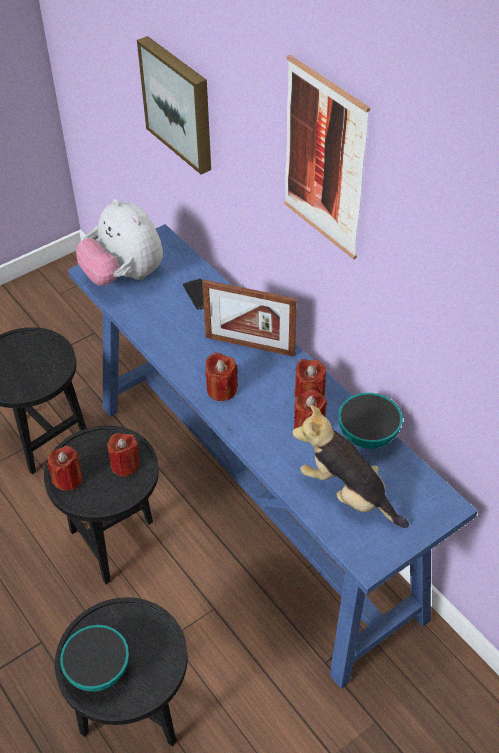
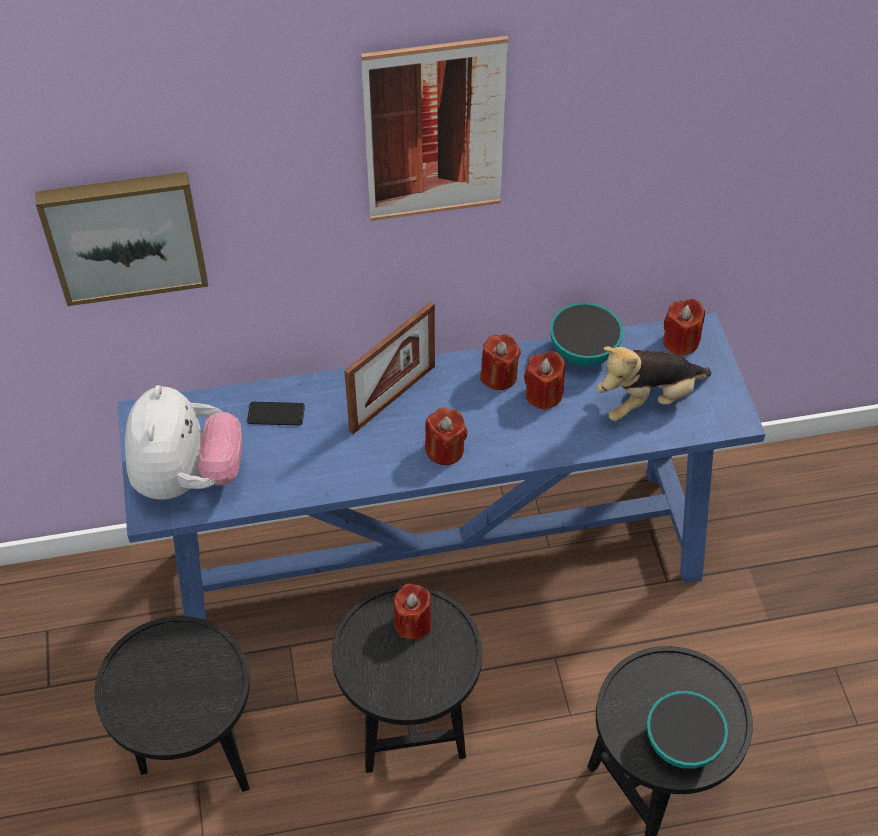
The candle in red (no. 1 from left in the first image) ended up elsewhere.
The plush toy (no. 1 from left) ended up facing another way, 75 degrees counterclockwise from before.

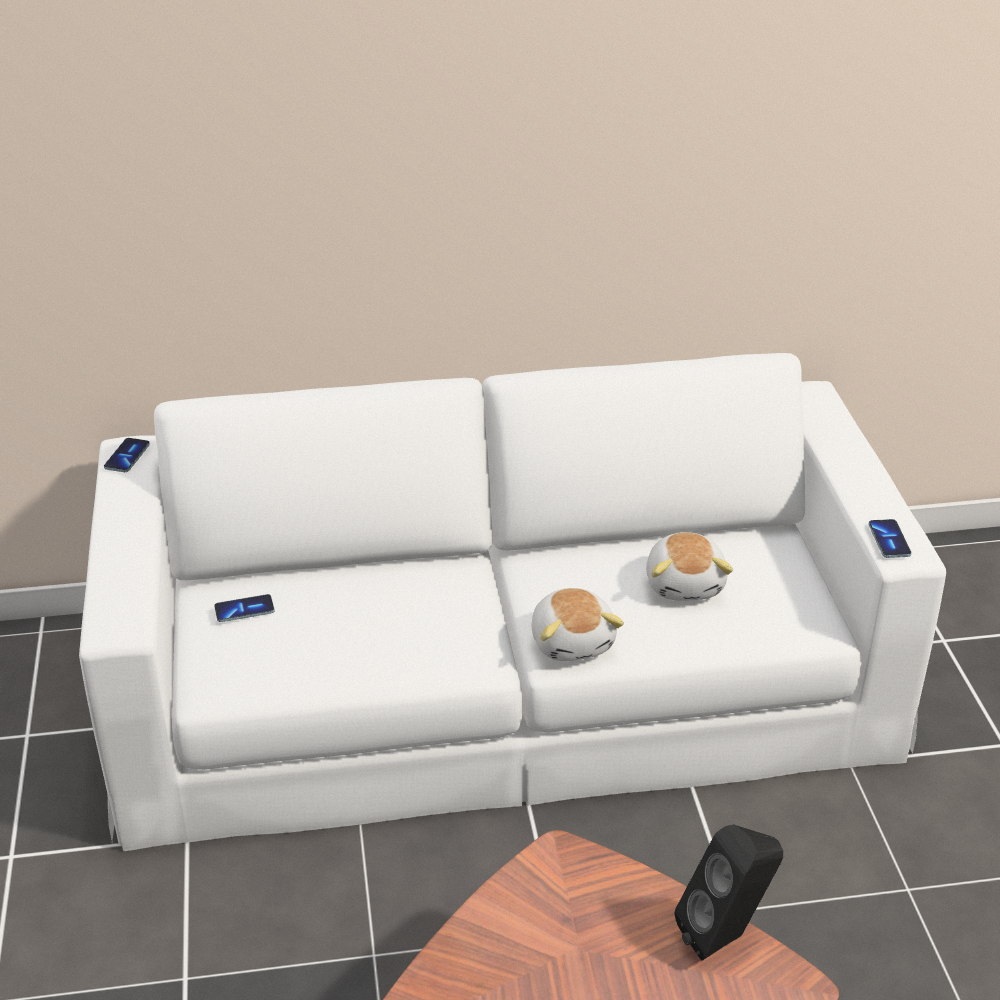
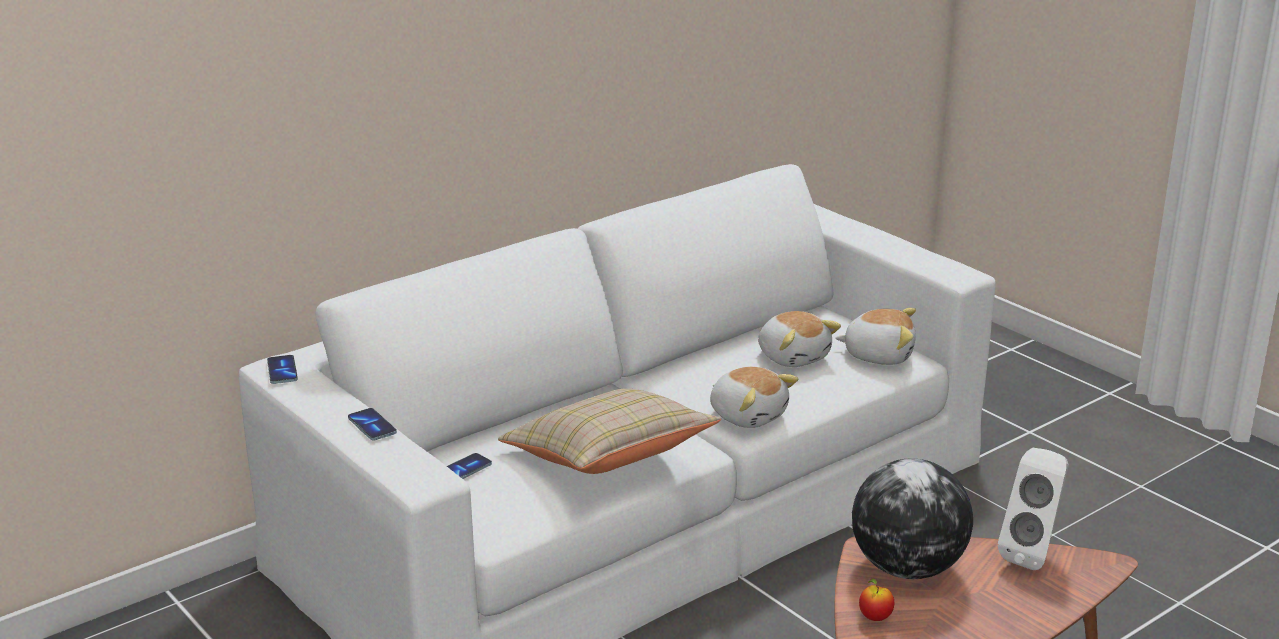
The second view gained the pillow in beige.
The second view gained the plush toy (no. 3 from left).
The second view gained the globe.
The second view gained the apple.
The phone (no. 3 from left in the first image) ended up elsewhere.
What was the speaker in black turned into the speaker in white.

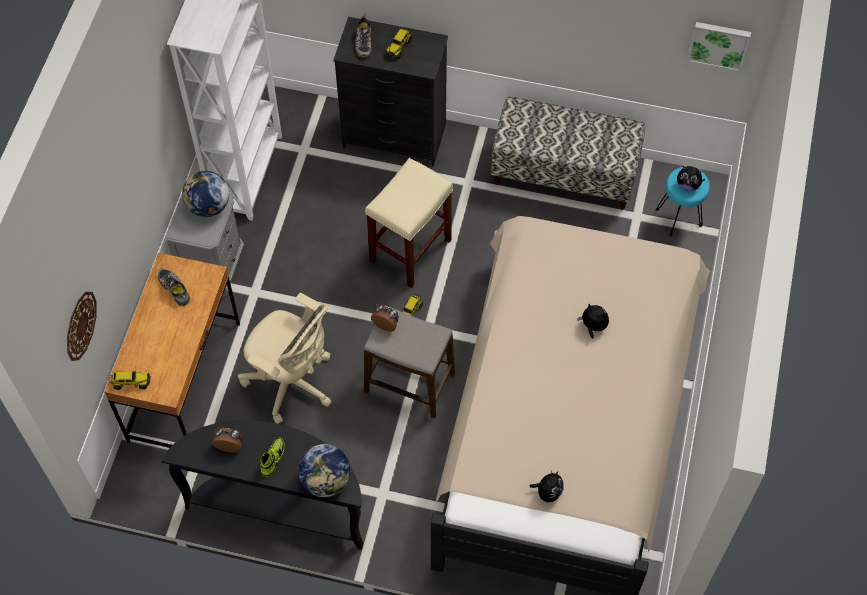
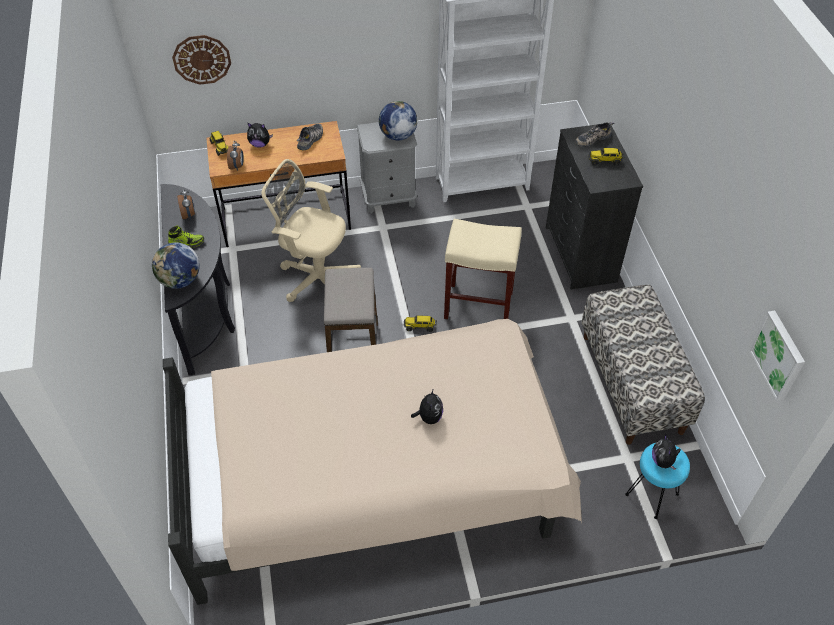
The alarm clock (no. 2 from left) ended up elsewhere.
The plush toy (no. 1 from left) ended up elsewhere.
The office chair in beige ended up facing another way, 105 degrees clockwise from before.

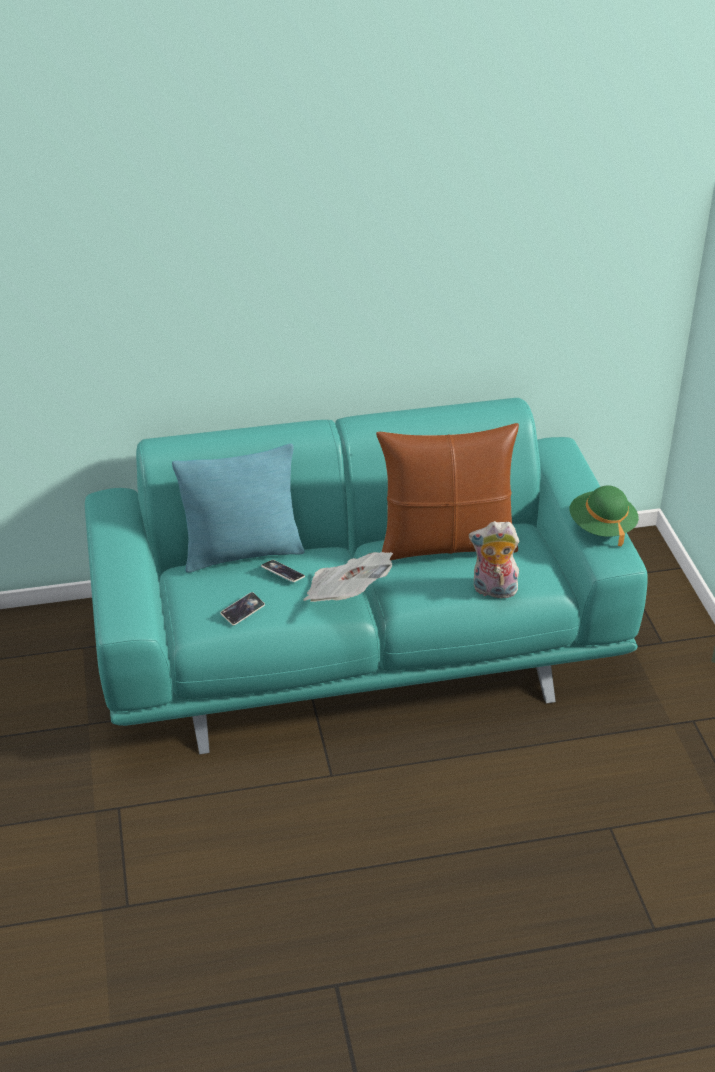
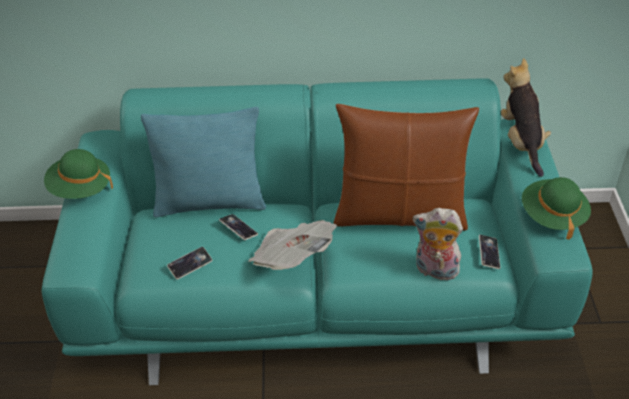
The second view gained the hat in green (no. 1 from left).
The second view gained the phone (no. 3 from left).
The second view gained the plush toy (no. 2 from left).

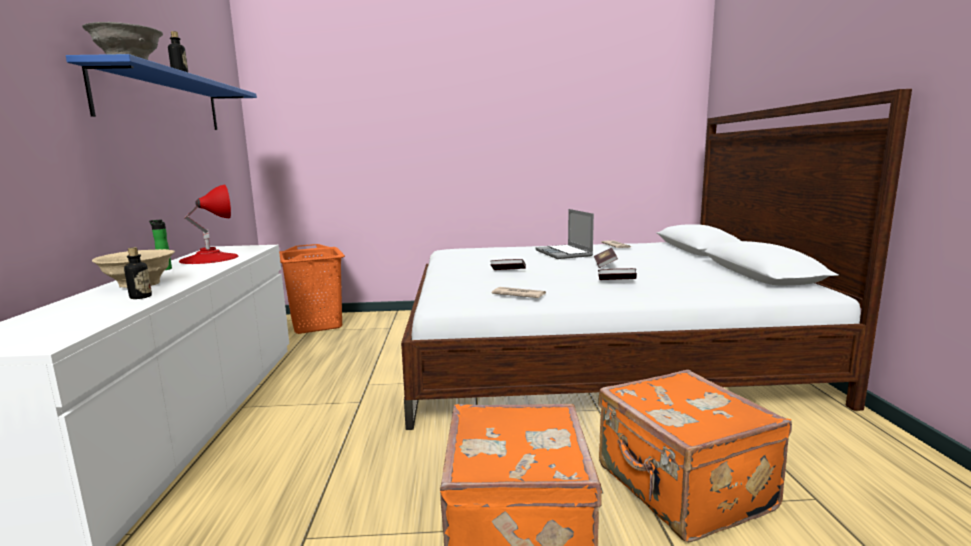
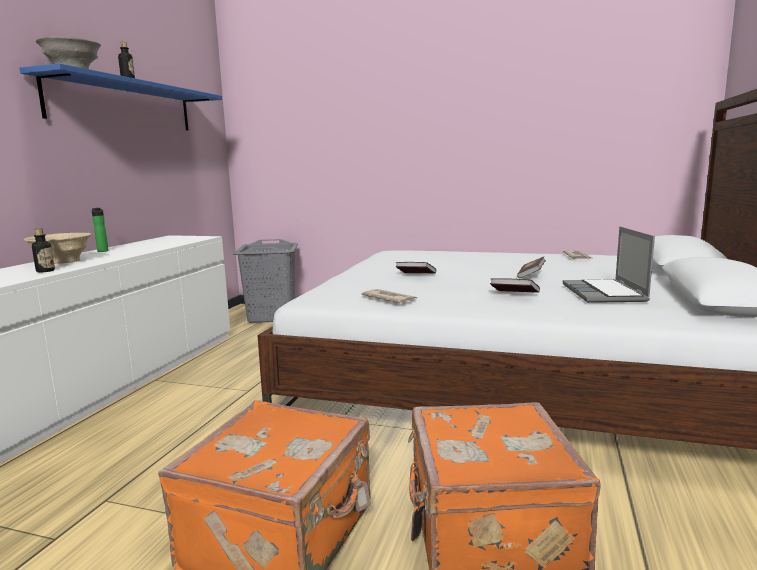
The second view lost the table lamp in red.
The laptop ended up elsewhere.
What was the laundry basket in orange turned into the laundry basket in grey.

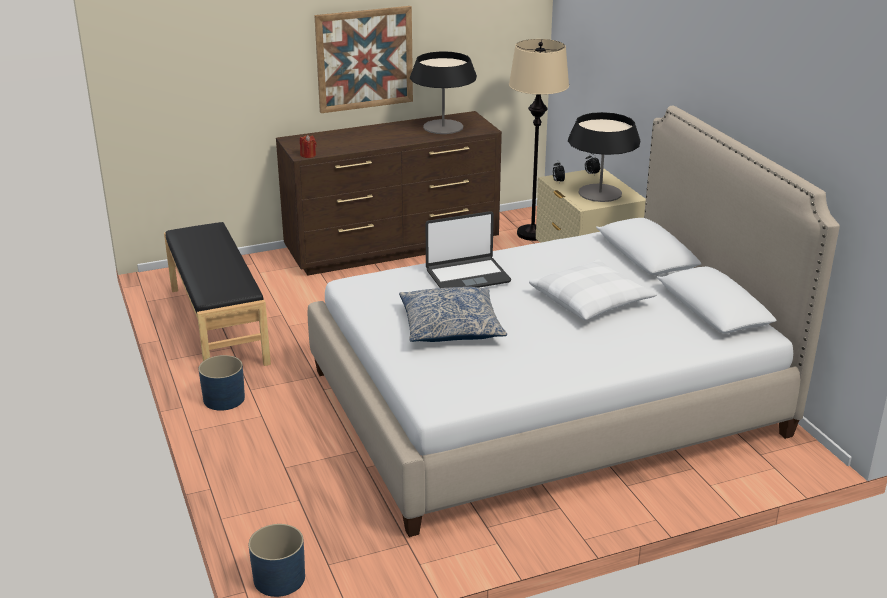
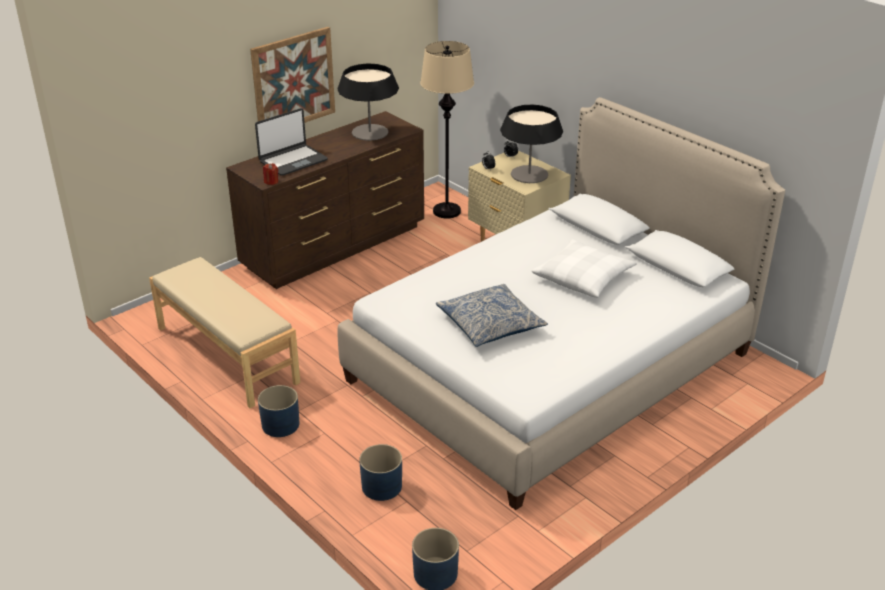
The second view gained the planter in blue (no. 2 from left).
The laptop ended up elsewhere.
What was the bench in black turned into the bench in beige.

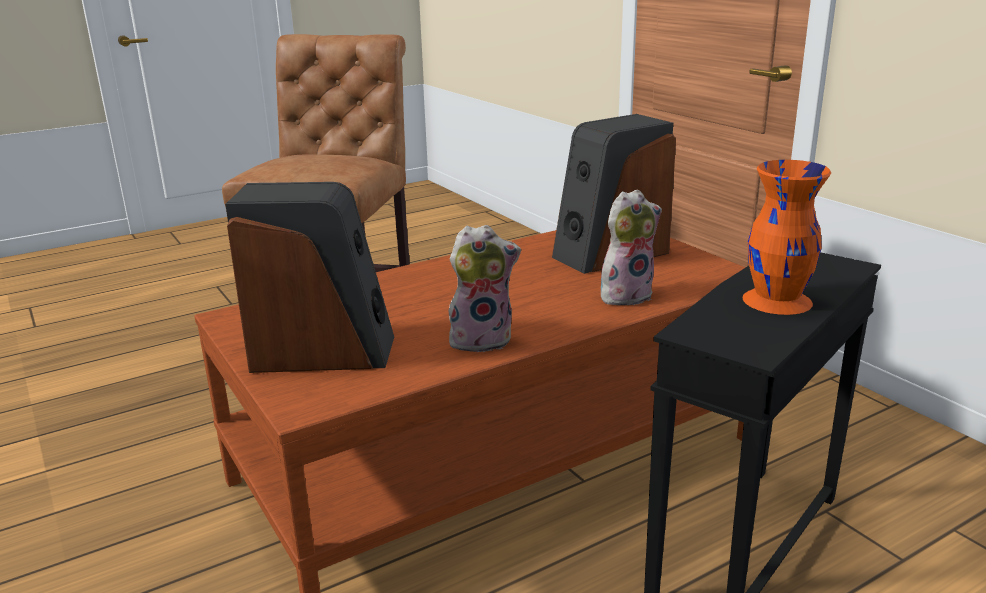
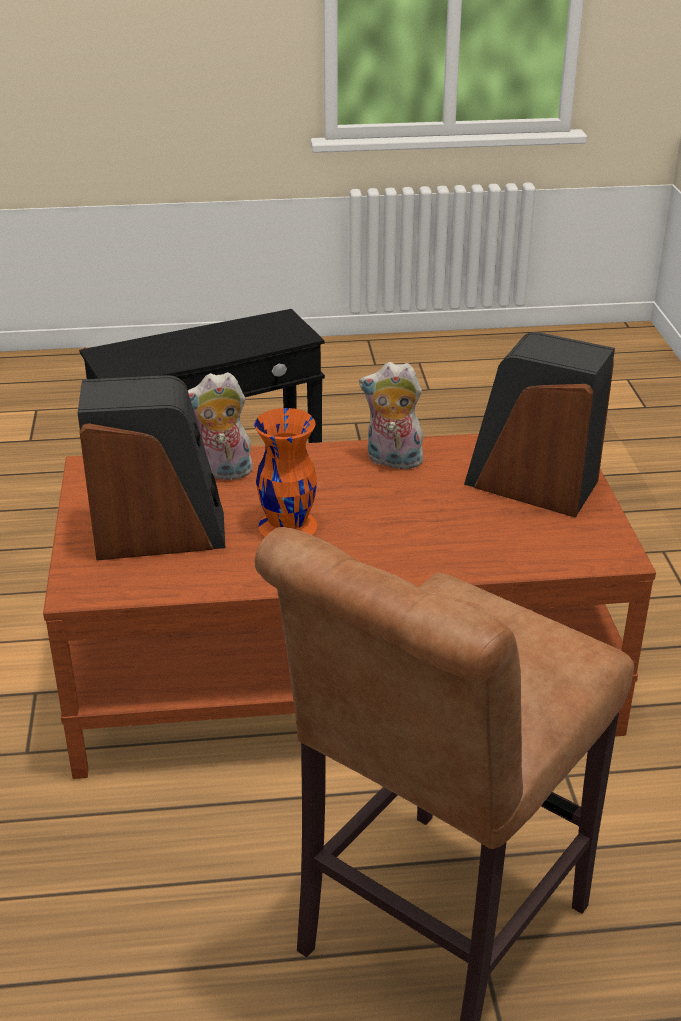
The vase in orange ended up elsewhere.

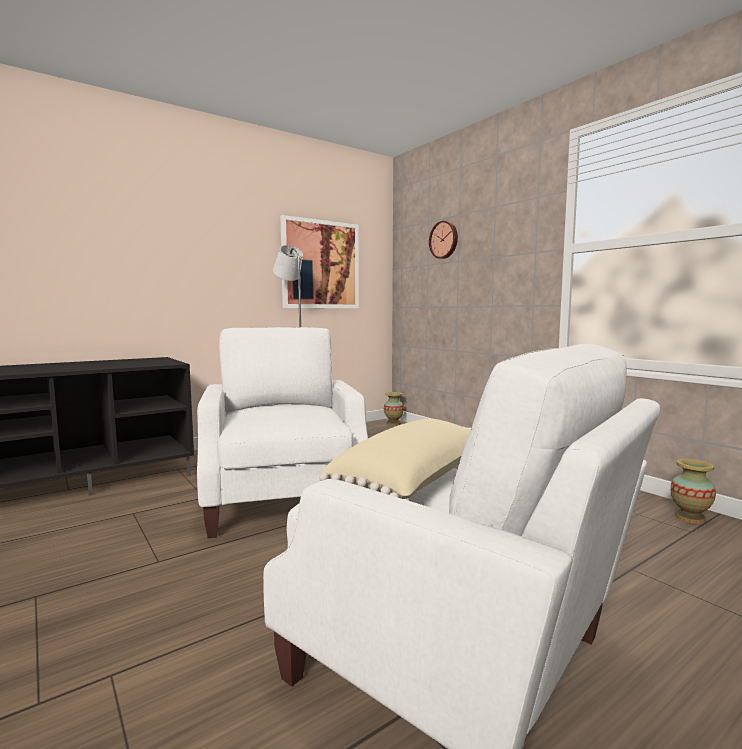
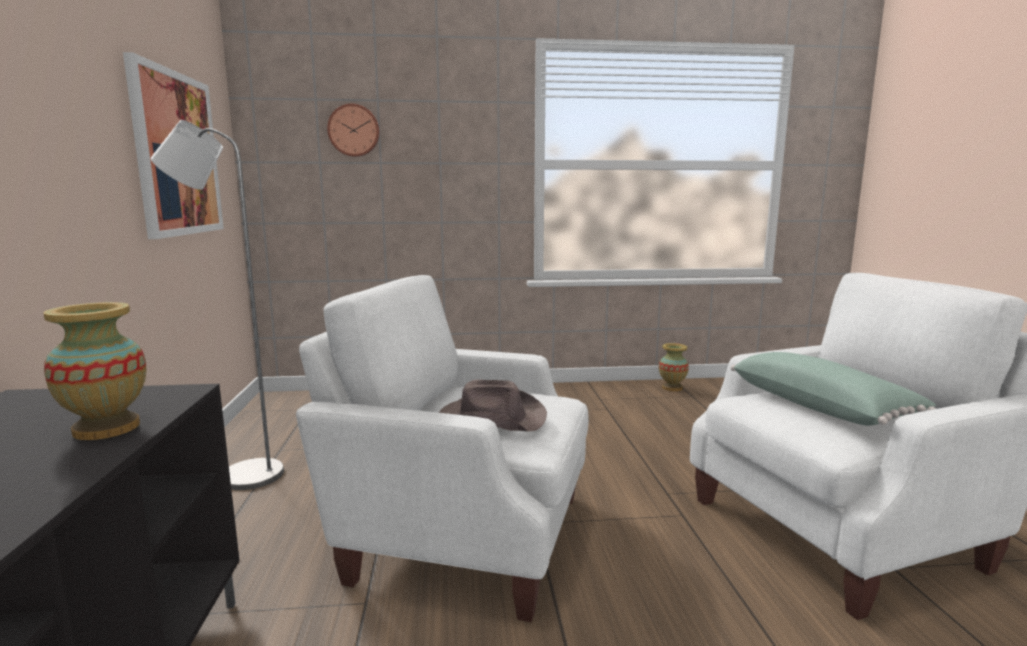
The second view gained the hat in brown.
The vase (no. 1 from left) ended up elsewhere.
What was the pillow in beige turned into the pillow in green.

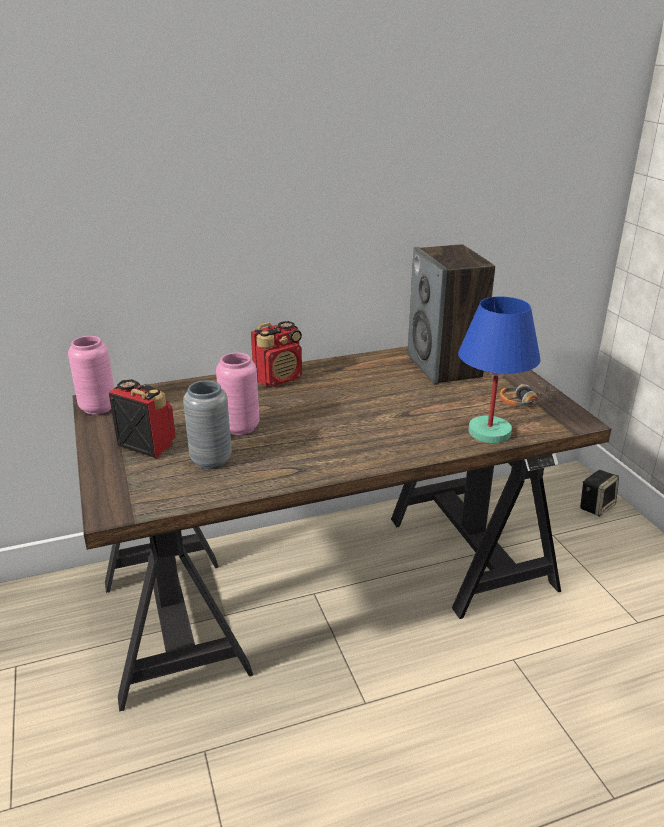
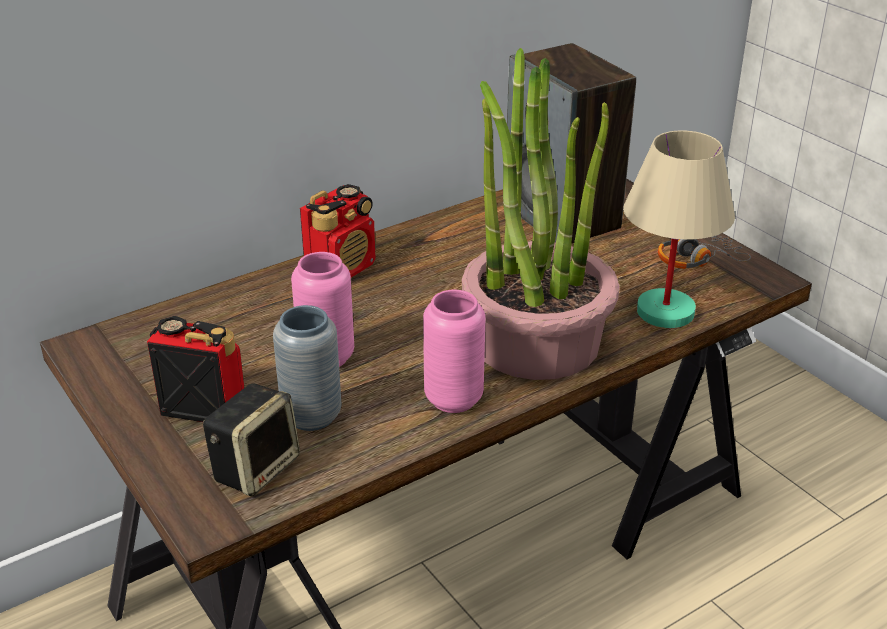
The second view gained the potted plant.
The vase in pink (no. 1 from left in the first image) ended up elsewhere.
The speaker (no. 2 from left in the first image) ended up elsewhere.
What was the table lamp in blue turned into the table lamp in beige.

